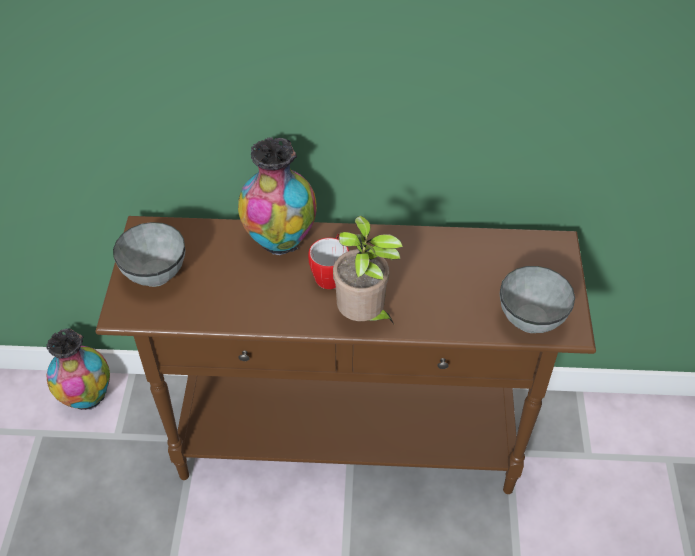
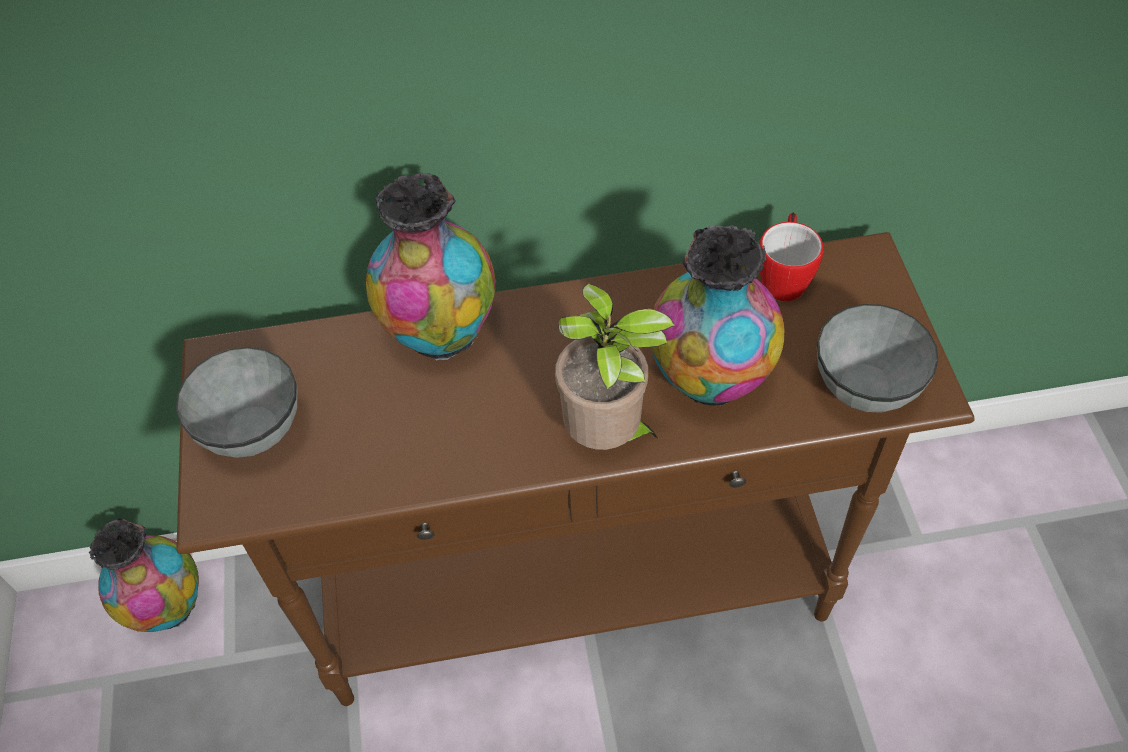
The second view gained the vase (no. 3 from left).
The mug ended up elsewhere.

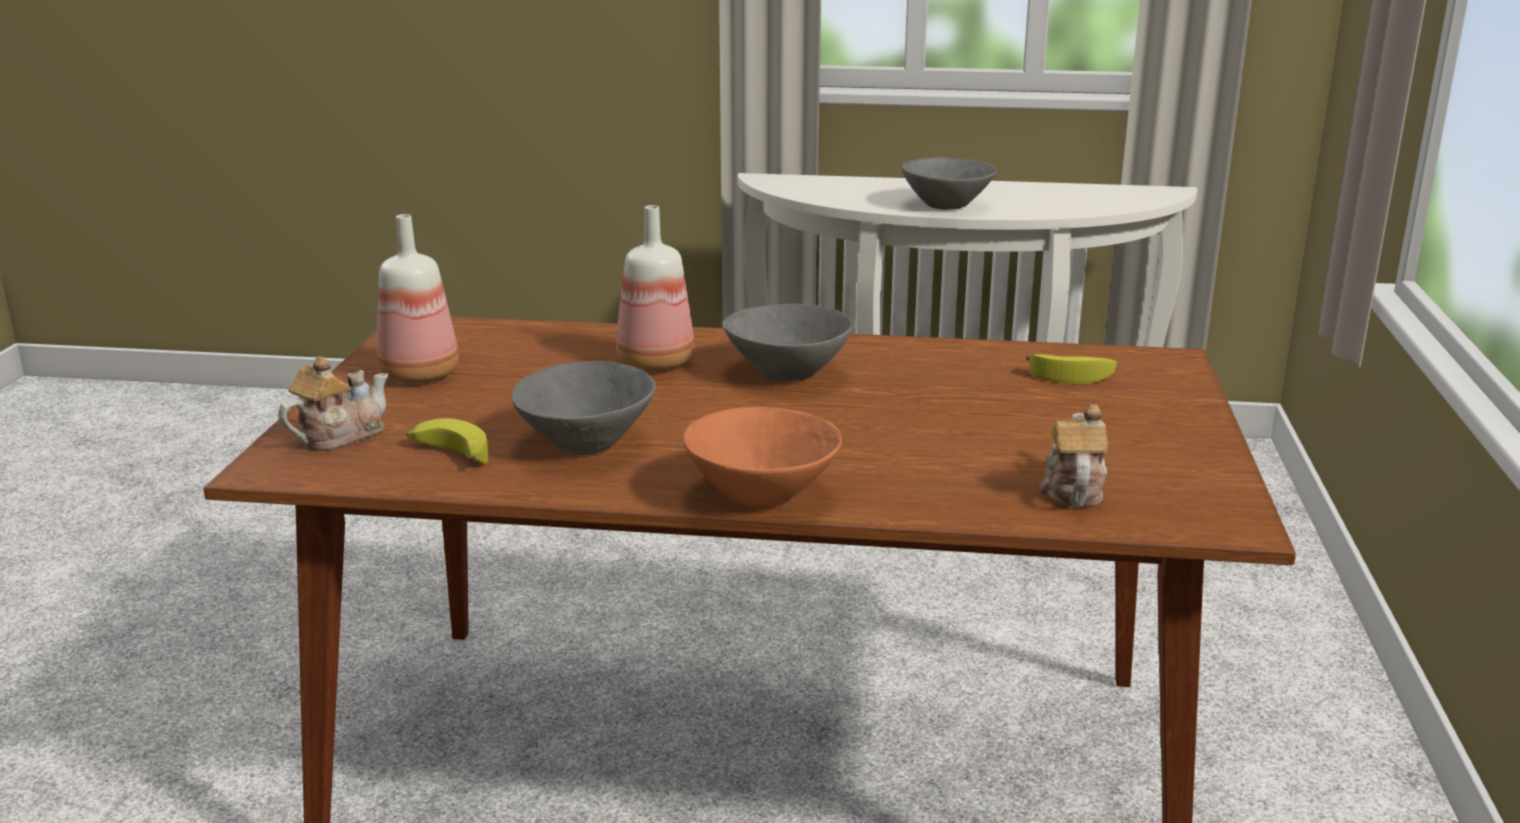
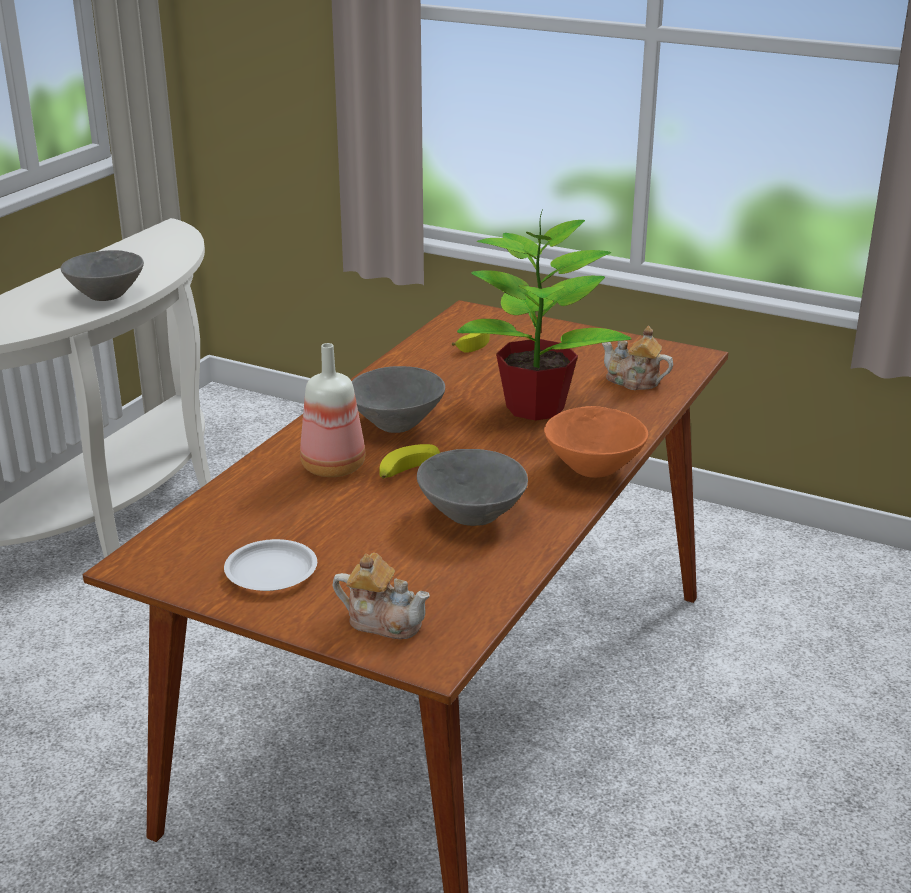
The second view gained the potted plant.
The banana (no. 1 from left) ended up elsewhere.
Where the bottle (no. 1 from left) stood, the plate in white came to stand.
The teapot (no. 1 from left) ended up facing another way, 135 degrees clockwise from before.

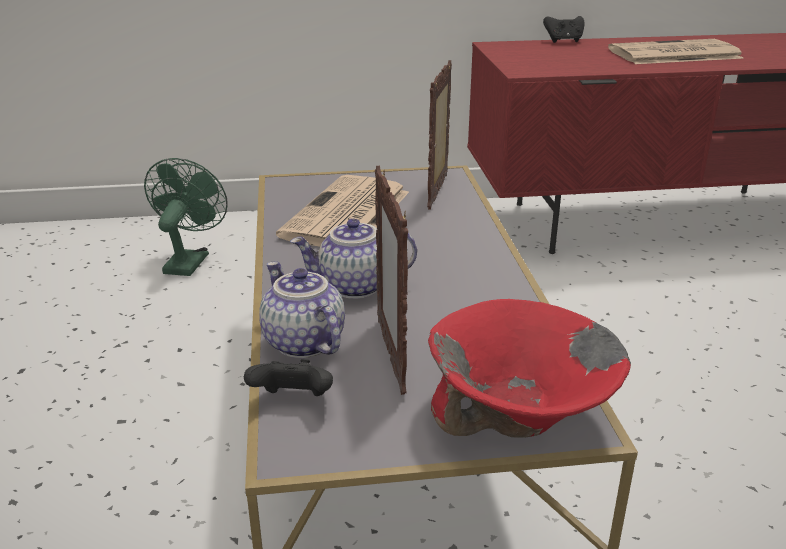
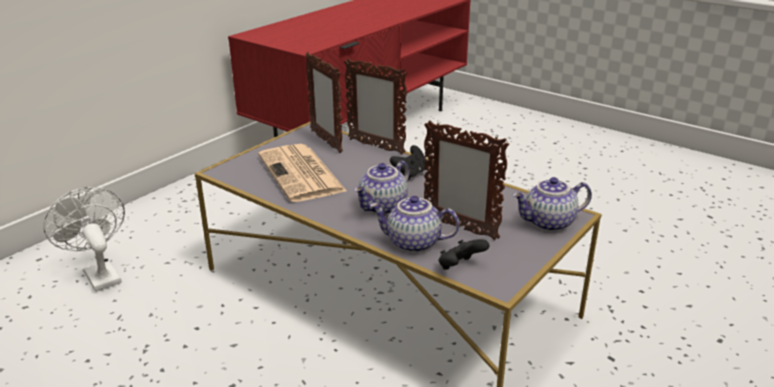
The second view lost the newspaper (no. 2 from left).
The second view gained the picture frame (no. 2 from left).
The game controller in black (no. 2 from left in the first image) ended up elsewhere.
Where the bowl in red stood, the teapot (no. 3 from left) came to stand.
What was the fan in green turned into the fan in white.

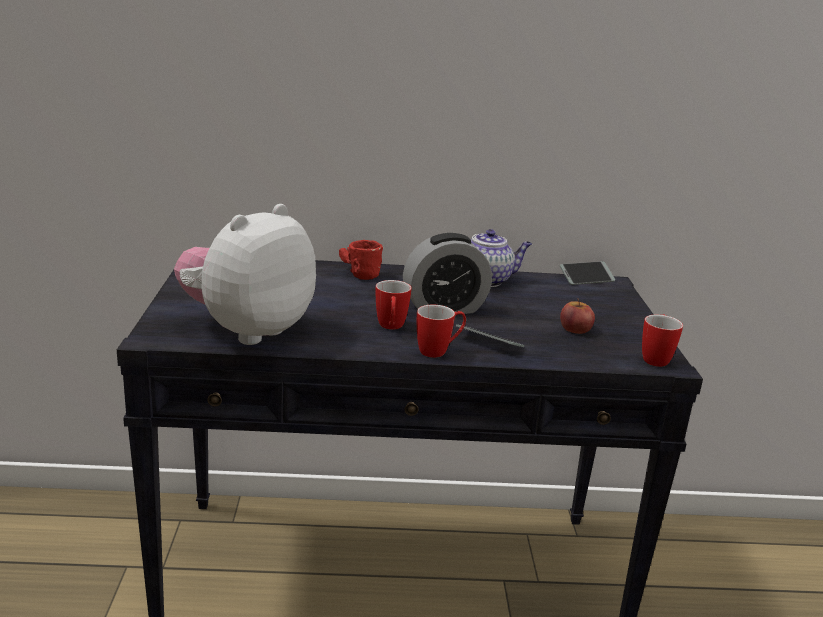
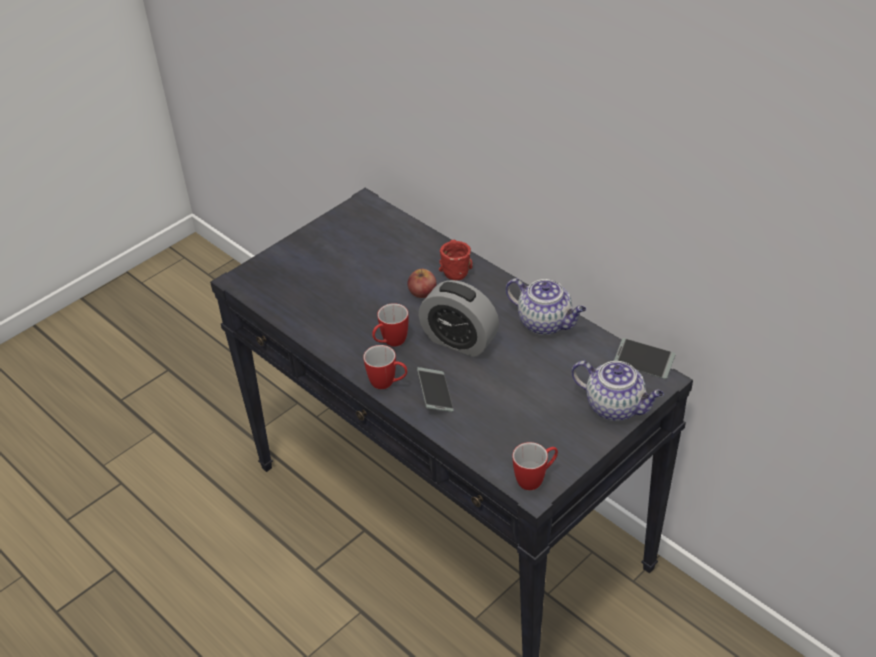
The second view lost the plush toy.
The second view gained the teapot (no. 2 from left).
The apple ended up elsewhere.

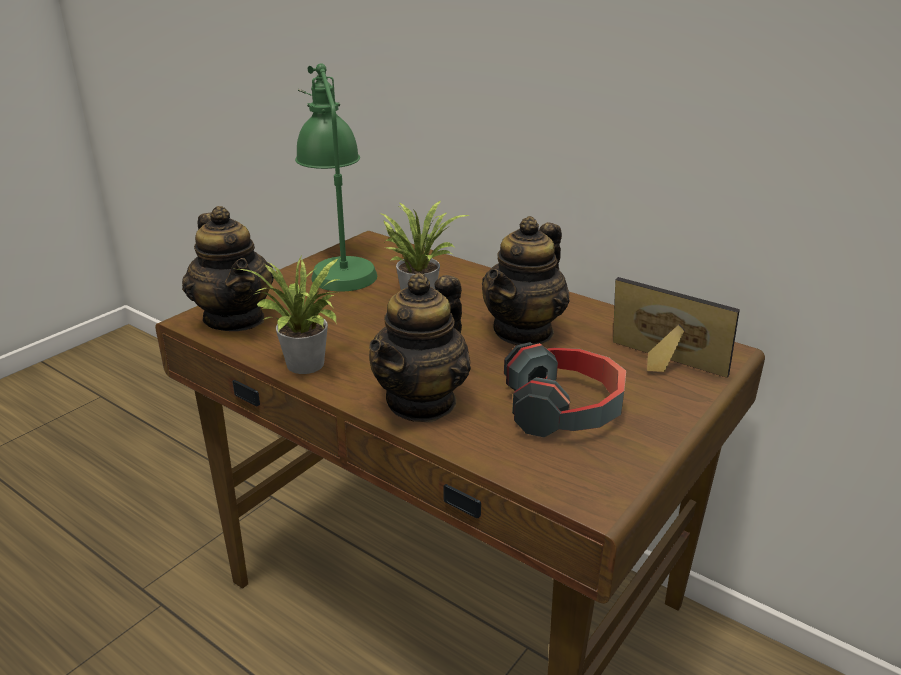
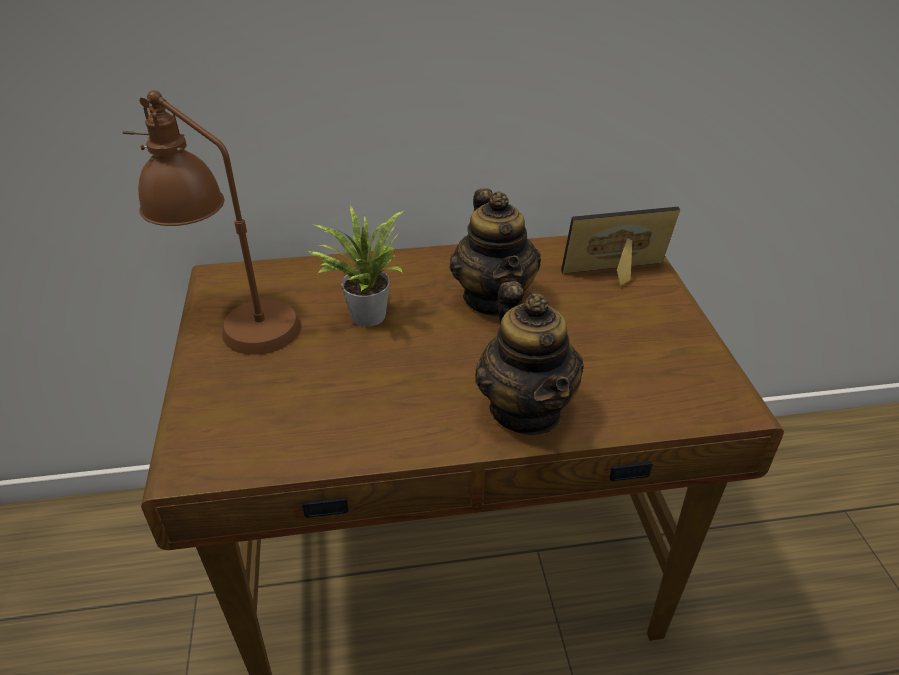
The second view lost the teapot (no. 1 from left).
The second view lost the potted plant (no. 1 from left).
The second view lost the headphones.
What was the table lamp in green turned into the table lamp in brown.

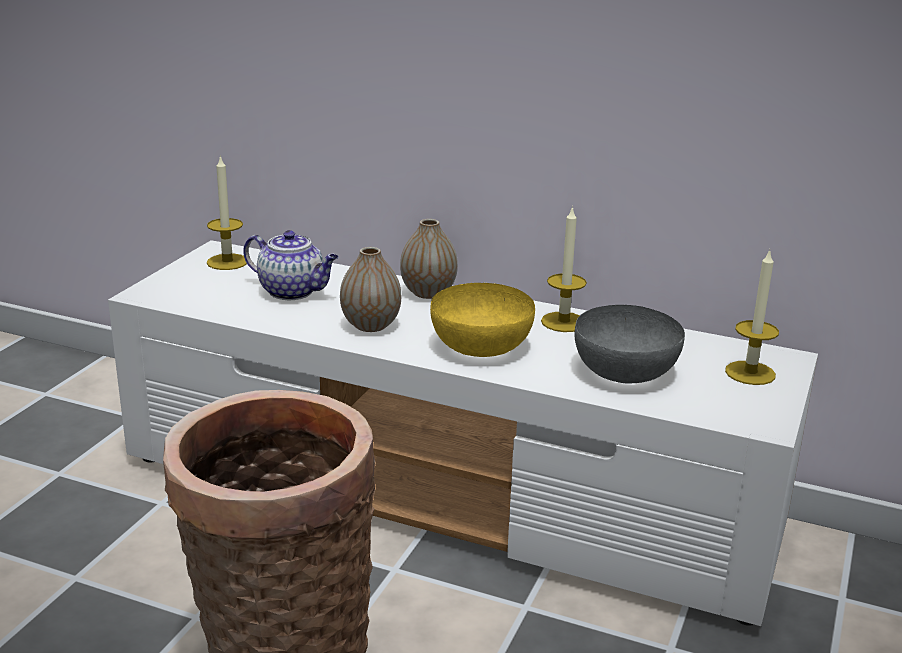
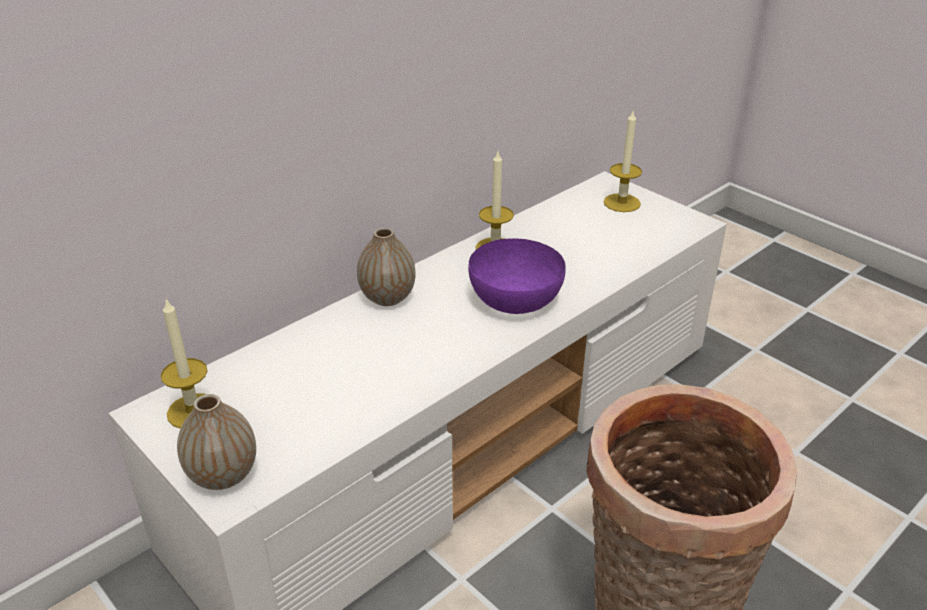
The second view lost the teapot.
The second view lost the bowl in grey.
The vase (no. 1 from left) ended up elsewhere.
What was the bowl in yellow turned into the bowl in purple.

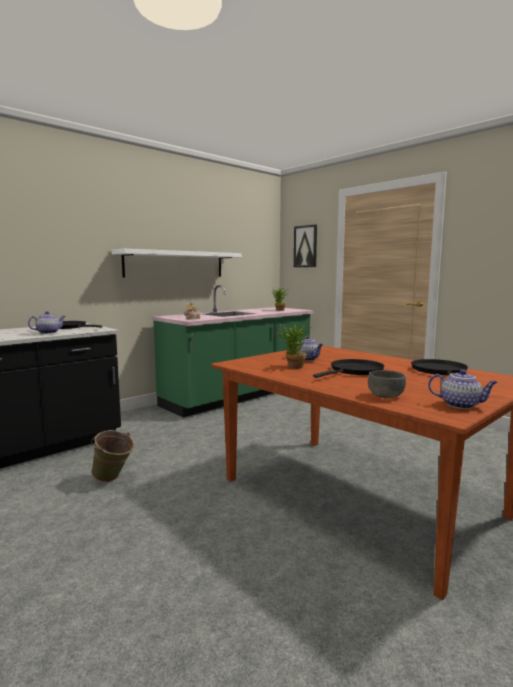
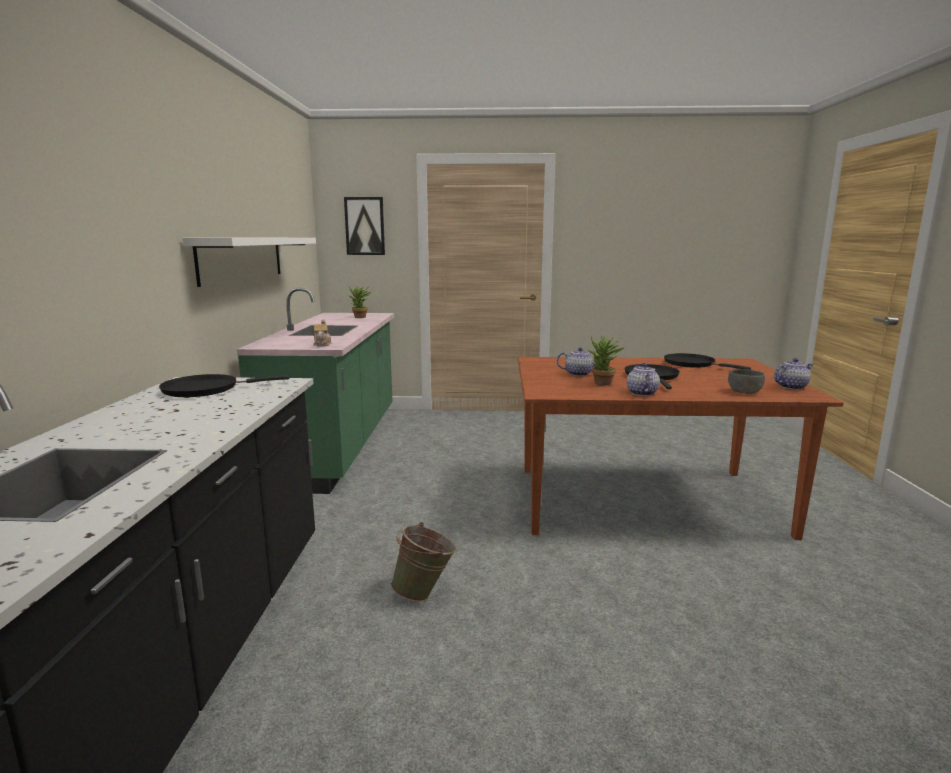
The teapot (no. 1 from left in the first image) ended up elsewhere.

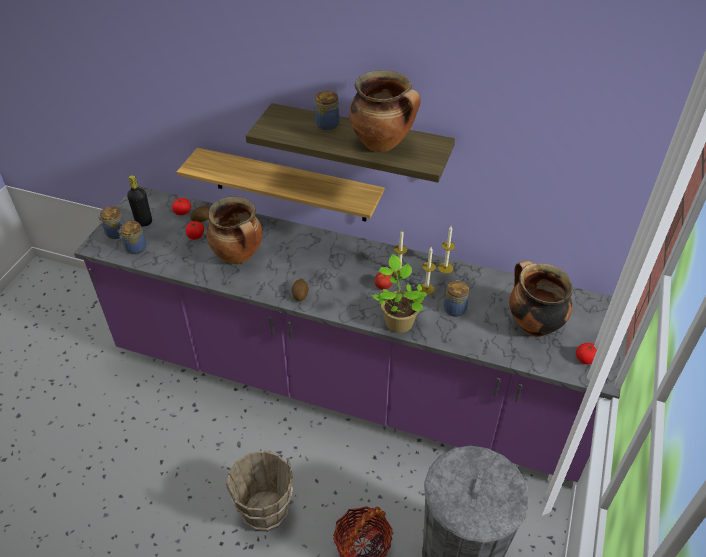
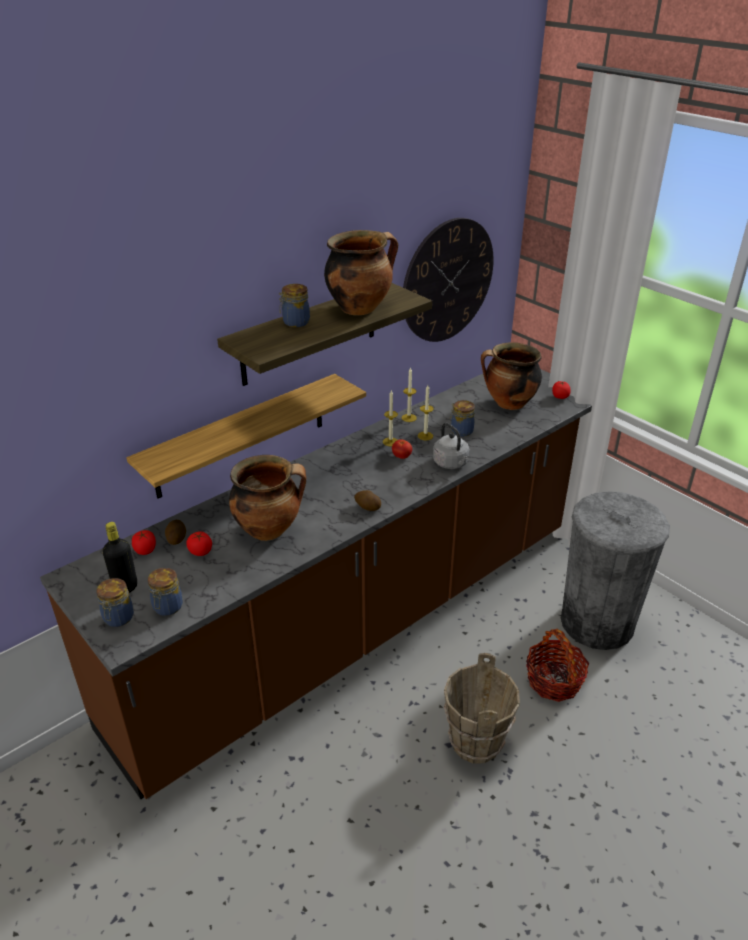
The second view gained the wall clock.
Where the potted plant stood, the kettle in grey came to stand.
What was the counter in purple turned into the counter in brown.

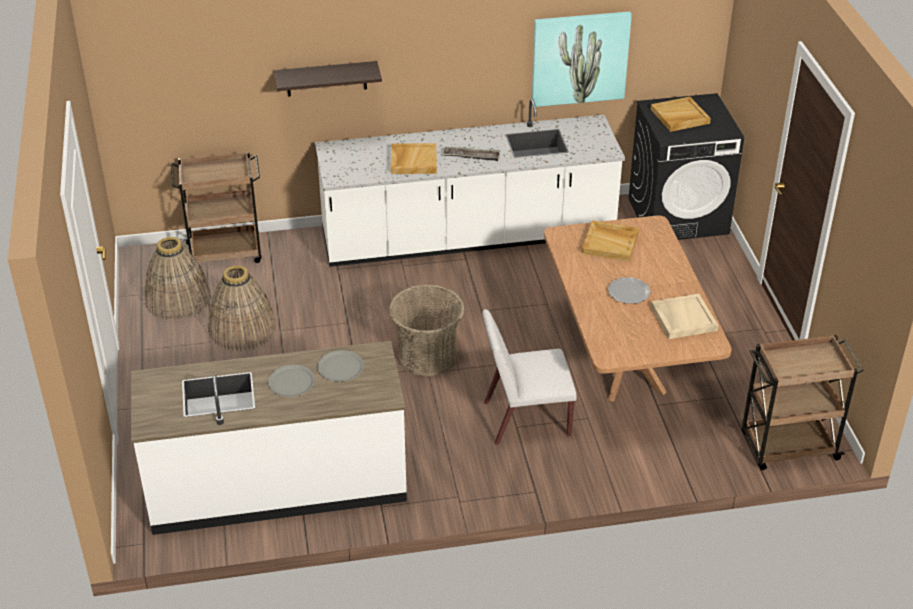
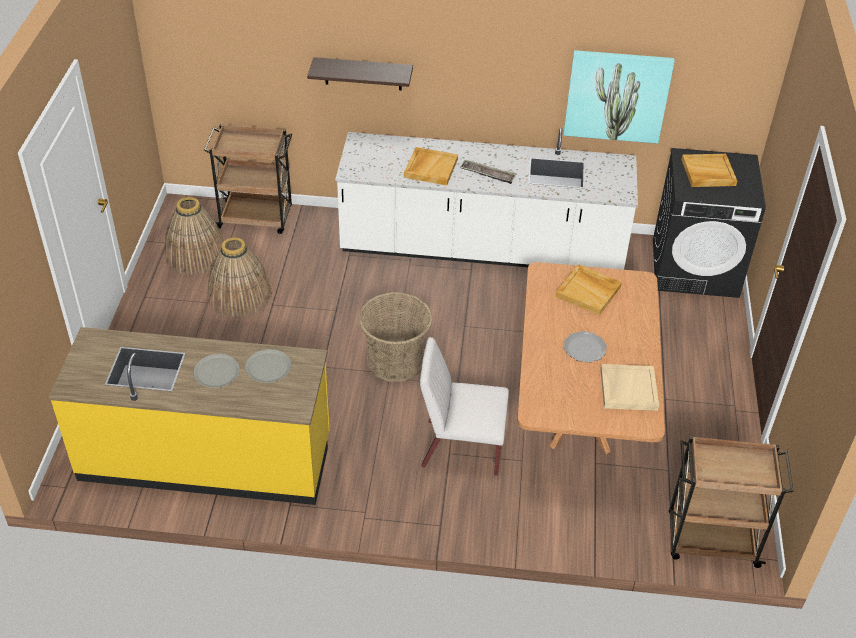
What was the counter in white (no. 1 from left) turned into the counter in yellow.

